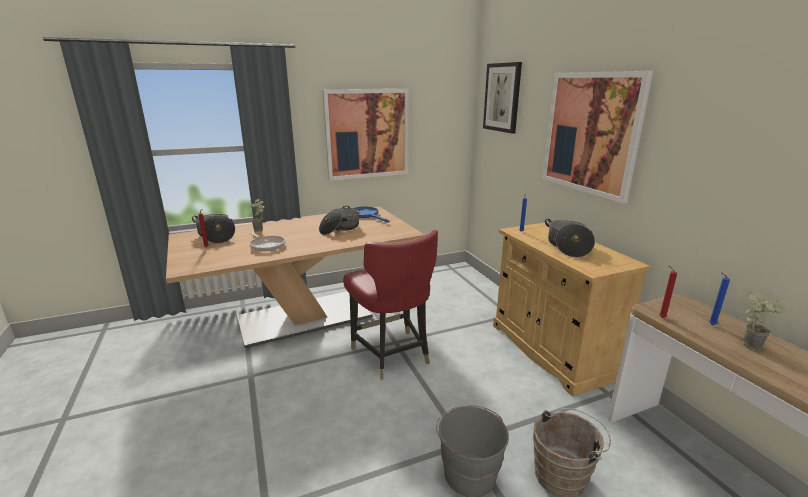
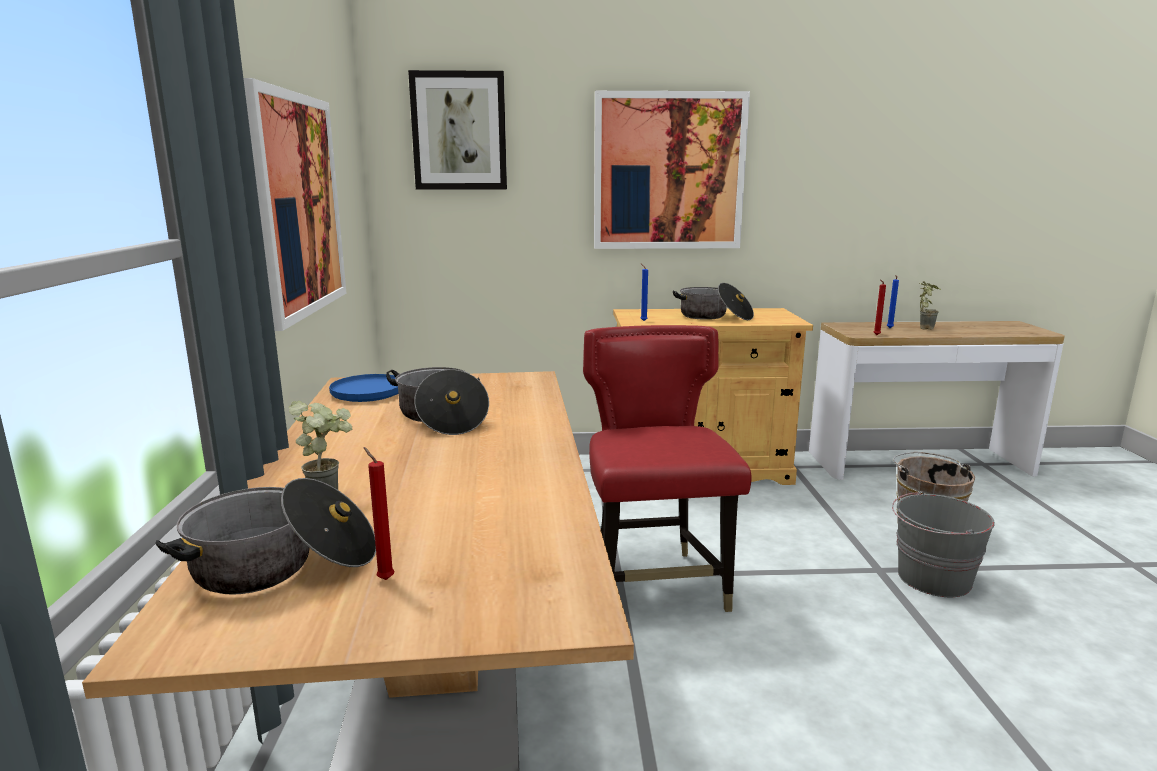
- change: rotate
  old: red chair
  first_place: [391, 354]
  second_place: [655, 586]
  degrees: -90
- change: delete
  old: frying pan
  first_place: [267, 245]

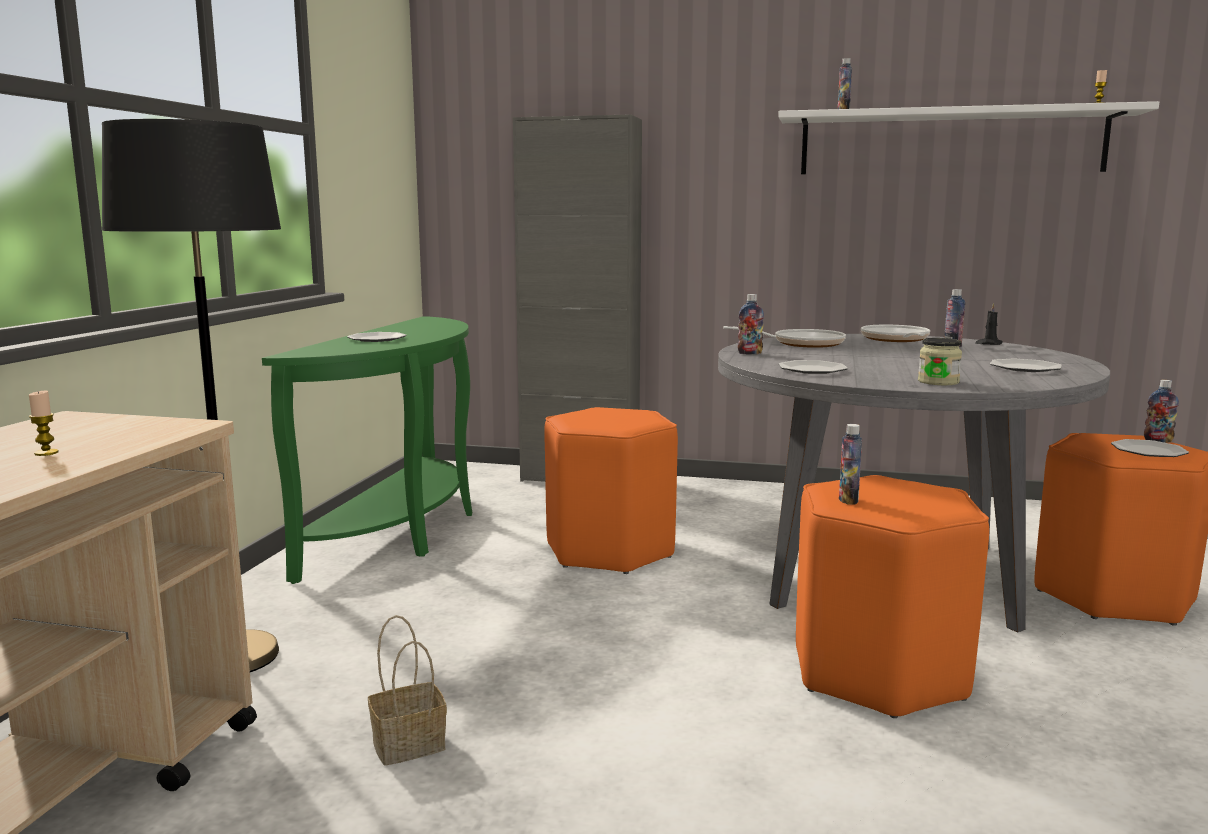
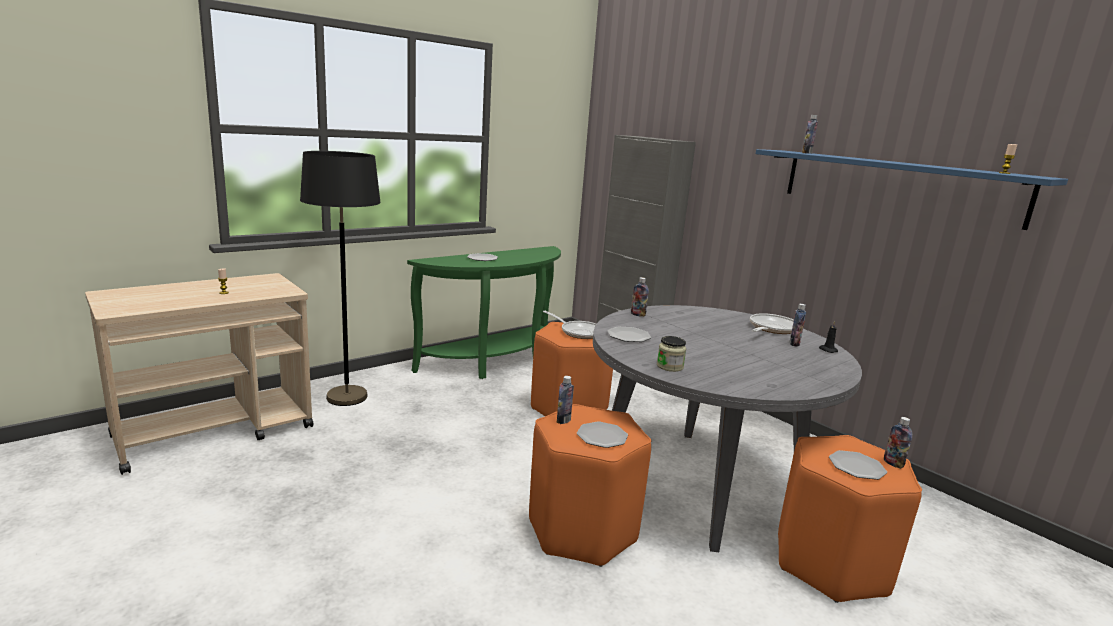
- change: move
  old: frying pan
  first_place: [801, 344]
  second_place: [578, 332]
- change: move
  old: plate
  first_place: [1025, 368]
  second_place: [601, 437]
- change: recolor
  old: white shelf
  new: blue shelf
  first_place: [950, 143]
  second_place: [897, 186]
- change: delete
  old: basket
  first_place: [411, 744]

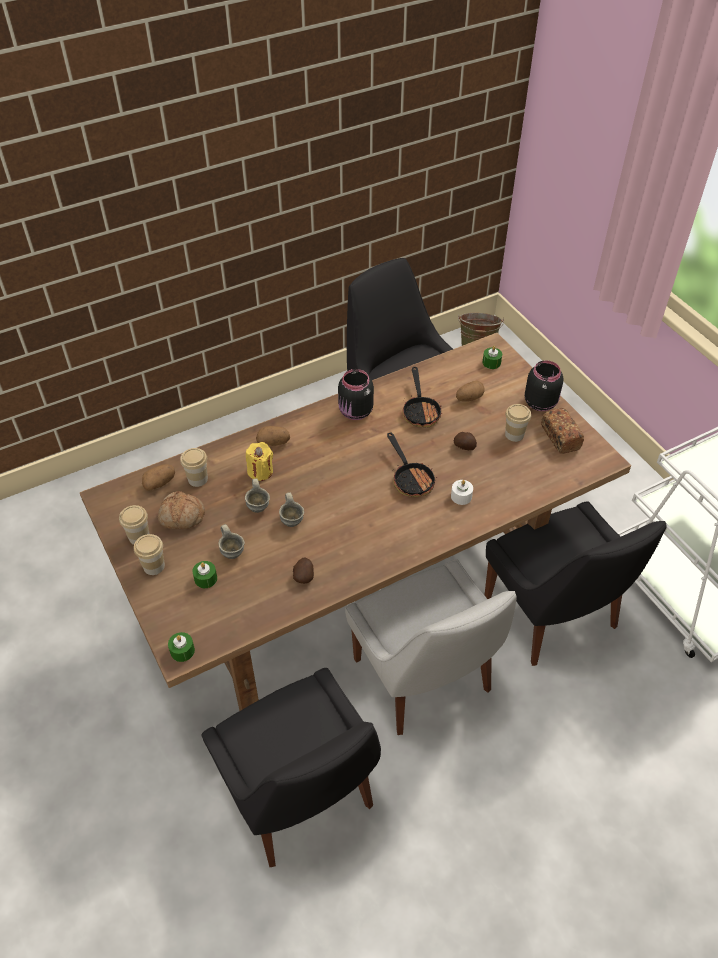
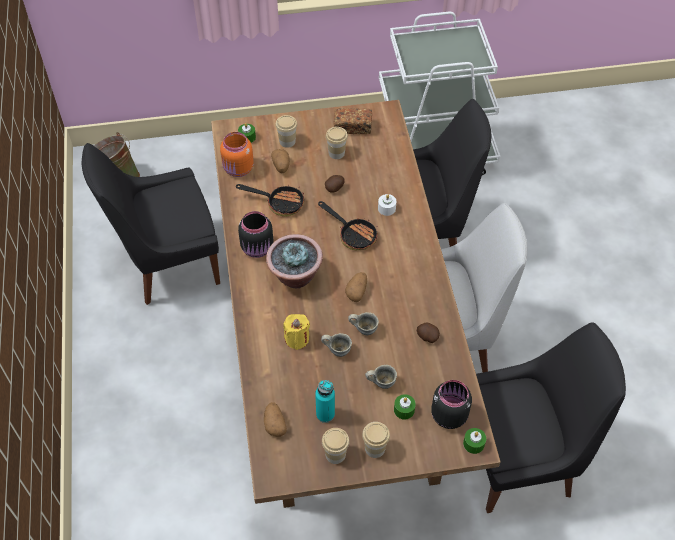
- change: insert
  new: orange jar
  second_place: [238, 169]
- change: insert
  new: potted plant
  second_place: [295, 276]
- change: move
  old: cup
  first_place: [197, 479]
  second_place: [287, 141]
- change: replace
  old: bread
  new: turquoise bottle
  first_place: [181, 517]
  second_place: [325, 414]
- change: rotate
  old: frying pan
  first_place: [411, 478]
  second_place: [353, 234]
  degrees: 45
- change: move
  old: potato
  first_place: [274, 442]
  second_place: [357, 291]
- change: move
  old: black jar
  first_place: [541, 402]
  second_place: [448, 415]

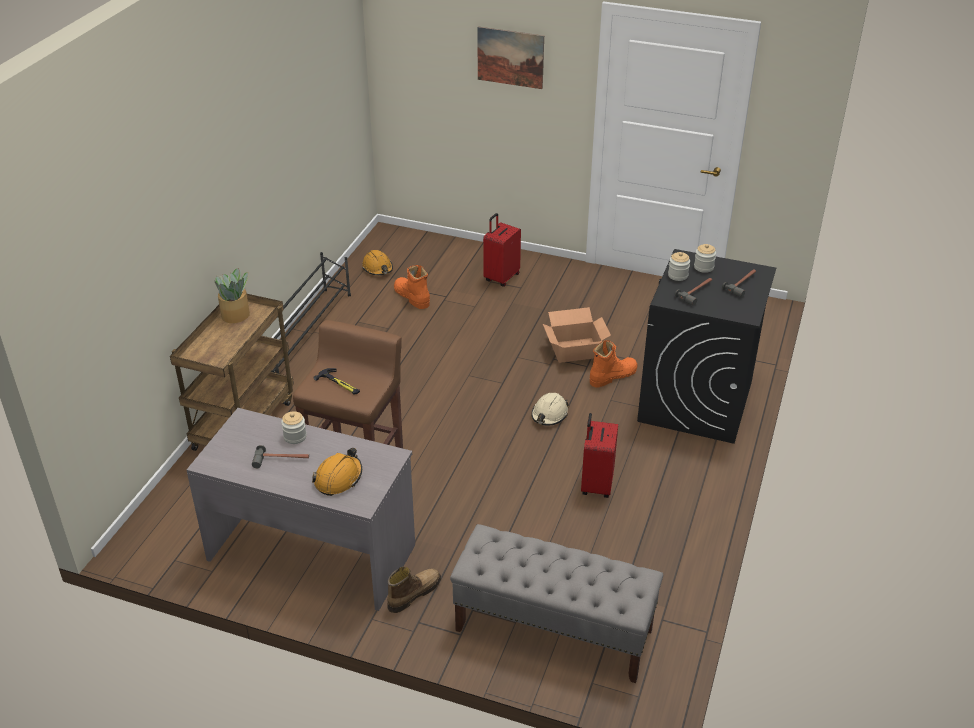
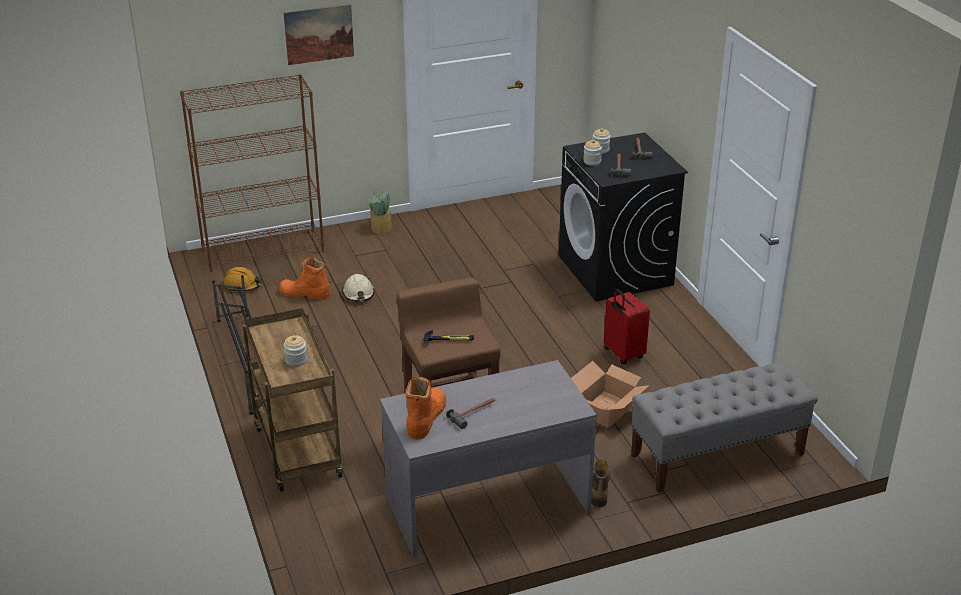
- change: insert
  new: brown bookcase
  second_place: [264, 250]
- change: move
  old: jar
  first_place: [295, 437]
  second_place: [296, 360]
- change: move
  old: beige hard hat
  first_place: [549, 415]
  second_place: [358, 294]
- change: move
  old: potted plant
  first_place: [236, 315]
  second_place: [381, 228]
- change: move
  old: orange boot
  first_place: [612, 376]
  second_place: [426, 418]
- change: move
  old: cardboard box
  first_place: [576, 350]
  second_place: [606, 409]
- change: delete
  old: orange hard hat
  first_place: [338, 478]
- change: delete
  old: red suitcase
  first_place: [501, 277]

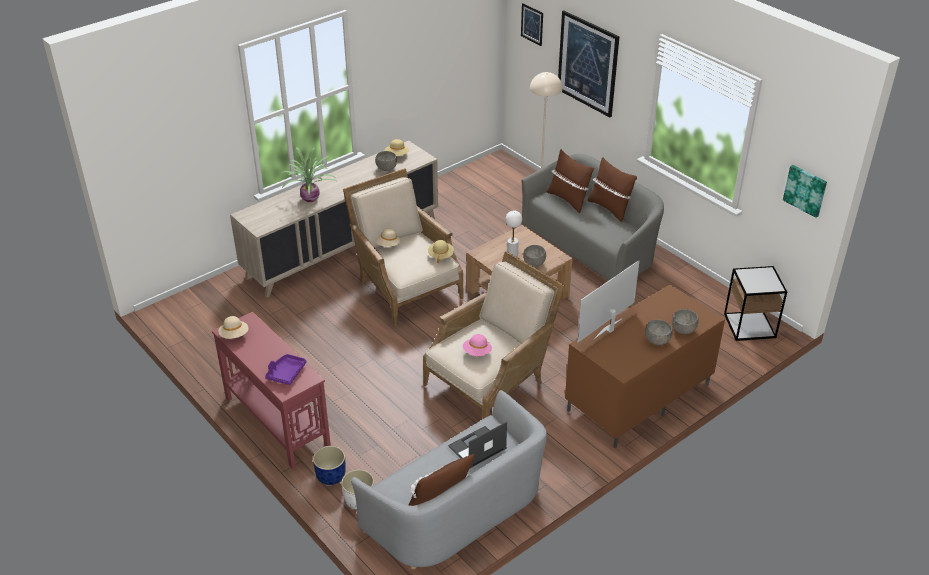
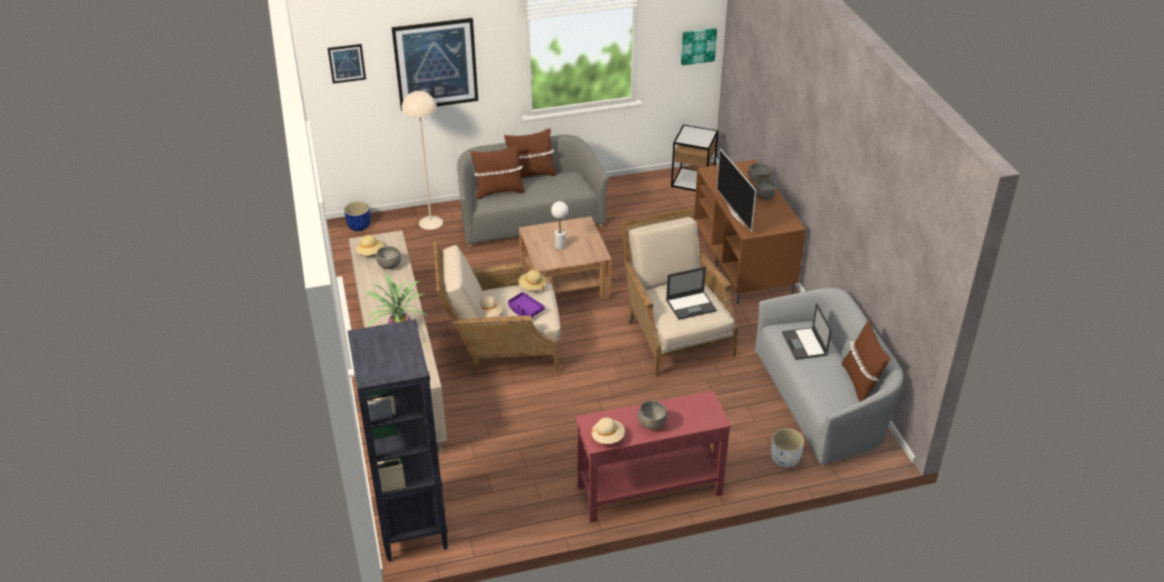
- change: move
  old: blue planter
  first_place: [330, 476]
  second_place: [358, 226]
- change: insert
  new: black bookcase
  second_place: [412, 525]
- change: move
  old: purple tray
  first_place: [286, 373]
  second_place: [524, 310]
- change: move
  old: grey bowl
  first_place: [533, 263]
  second_place: [651, 424]
- change: replace
  old: pink hat
  new: laptop
  first_place: [477, 352]
  second_place: [691, 305]

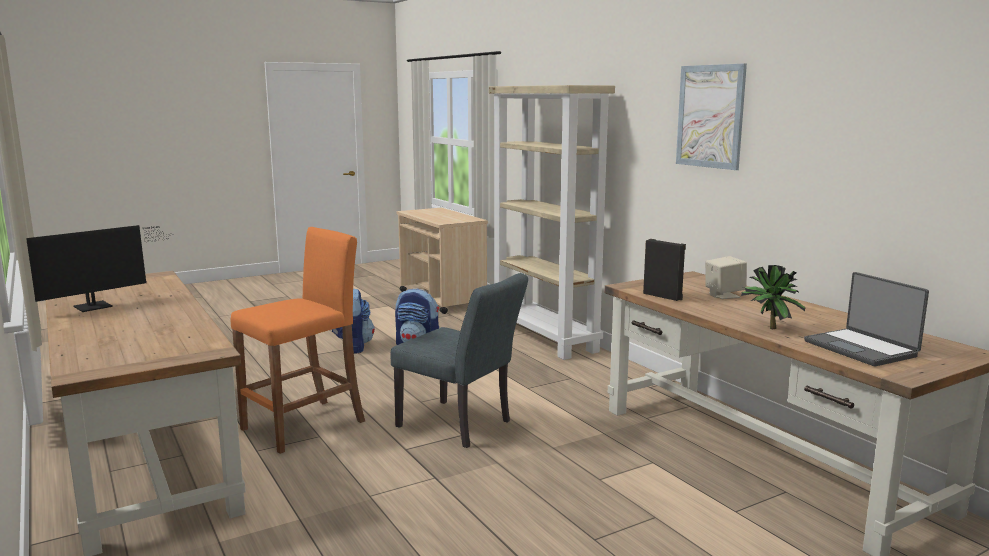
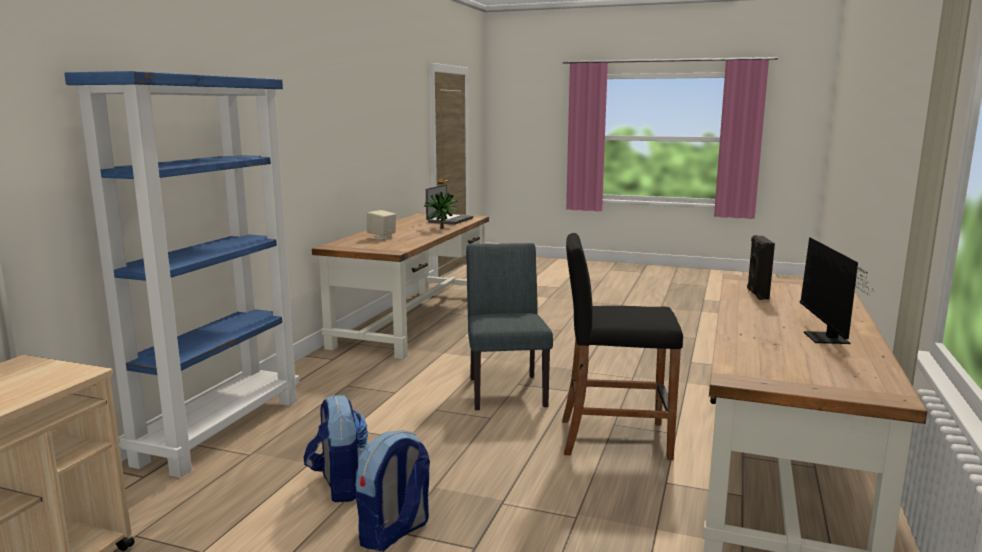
- change: recolor
  old: beige bookcase
  new: blue bookcase
  first_place: [545, 338]
  second_place: [221, 429]
- change: recolor
  old: orange stool
  new: black stool
  first_place: [304, 425]
  second_place: [613, 439]
- change: move
  old: black speaker
  first_place: [663, 296]
  second_place: [756, 294]
- change: rotate
  old: monitor
  first_place: [99, 305]
  second_place: [826, 340]
  degrees: -90
- change: delete
  old: picture
  first_place: [710, 116]

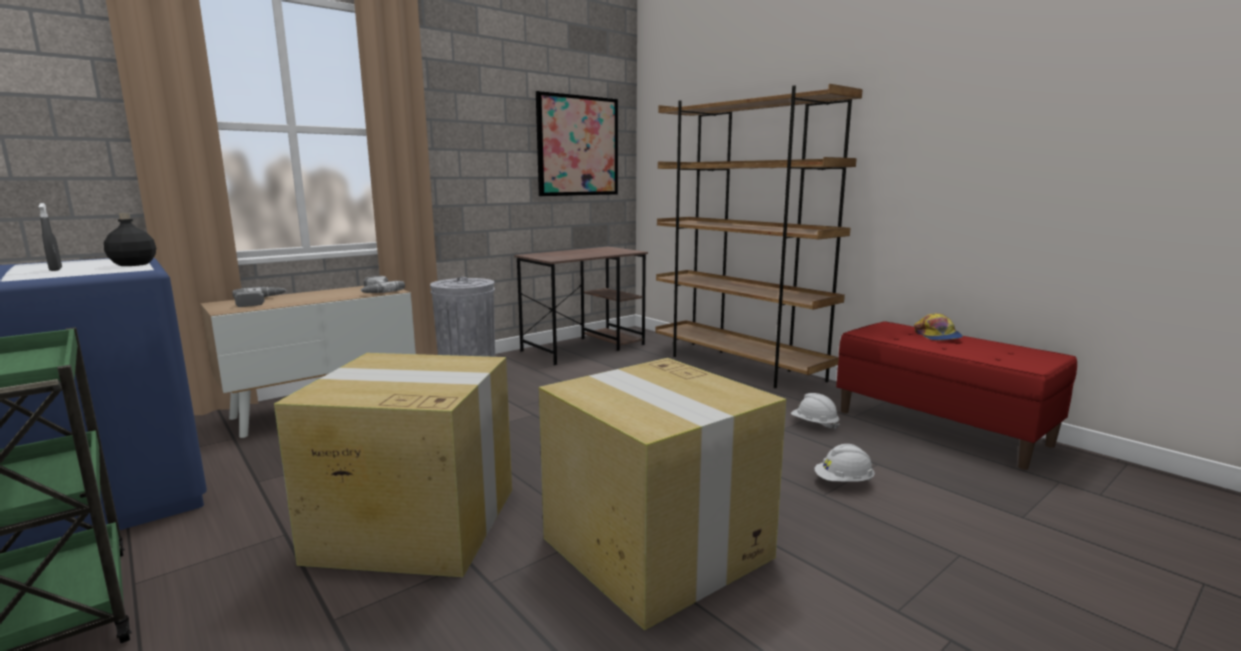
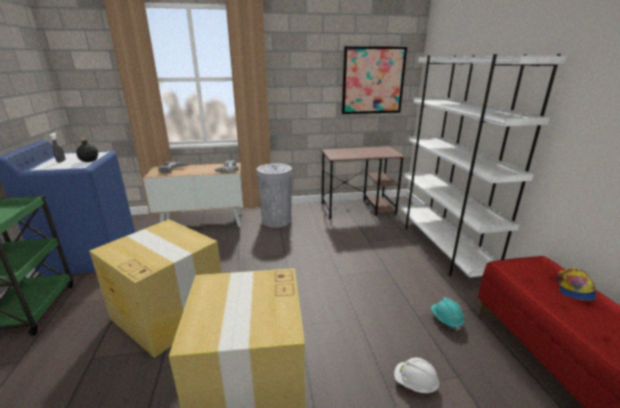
- change: recolor
  old: brown bookcase
  new: white bookcase
  first_place: [738, 366]
  second_place: [442, 247]
- change: recolor
  old: white hard hat
  new: turquoise hard hat
  first_place: [814, 424]
  second_place: [446, 320]

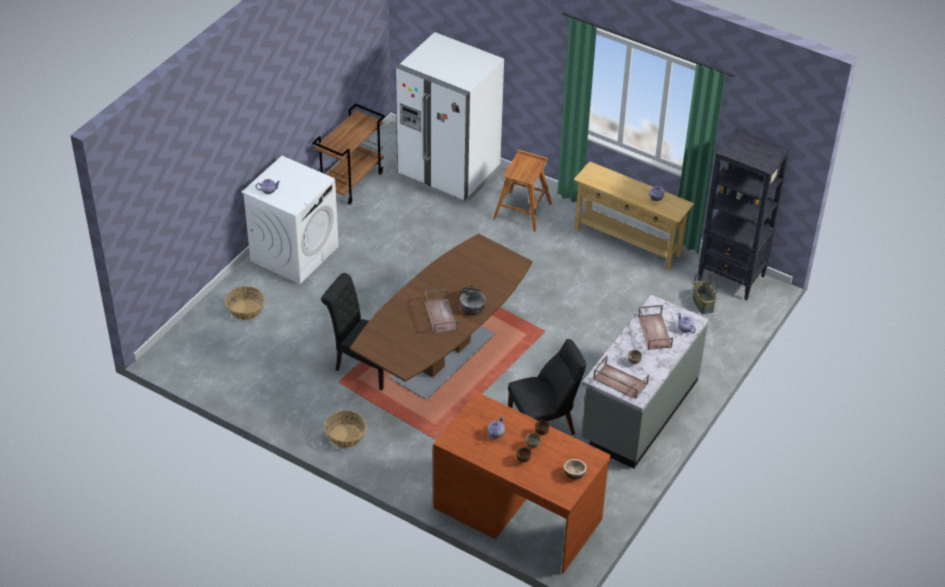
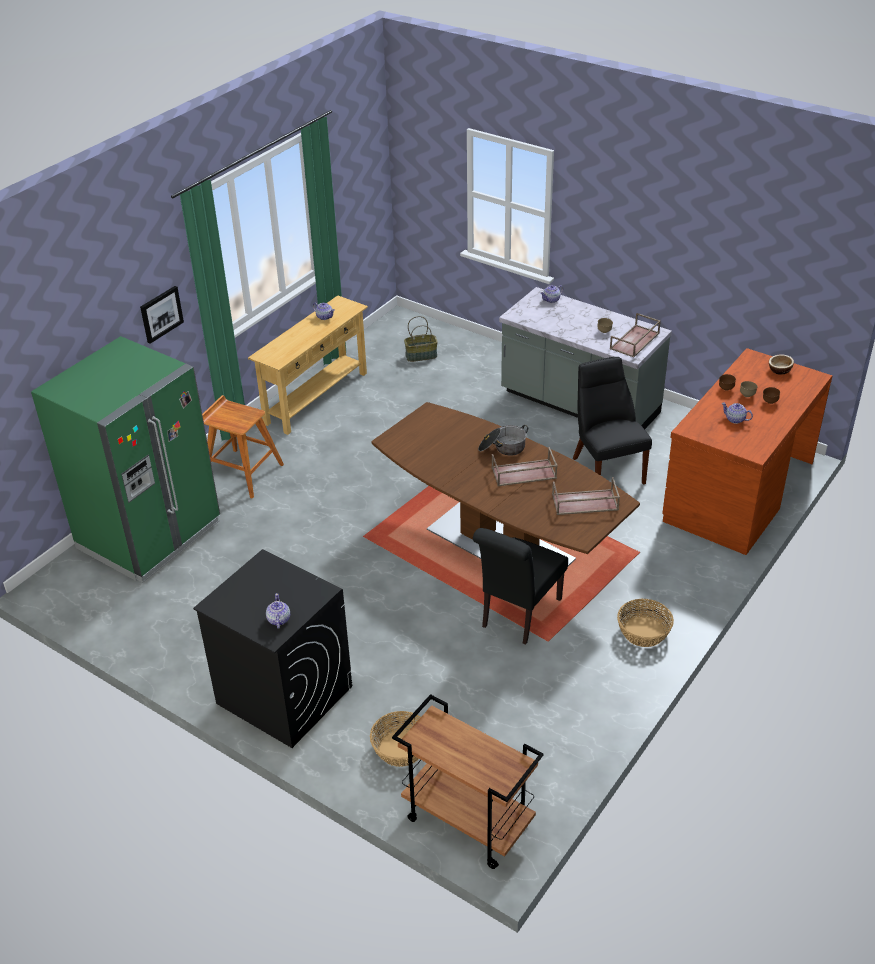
- change: recolor
  old: white fridge
  new: green fridge
  first_place: [448, 173]
  second_place: [149, 535]
- change: insert
  new: picture
  second_place: [161, 314]
- change: recolor
  old: white washing machine
  new: black washing machine
  first_place: [294, 253]
  second_place: [283, 694]
- change: move
  old: brown cart
  first_place: [351, 182]
  second_place: [466, 822]
- change: move
  old: brown tray
  first_place: [654, 331]
  second_place: [584, 503]
- change: delete
  old: black bookcase
  first_place: [731, 278]

